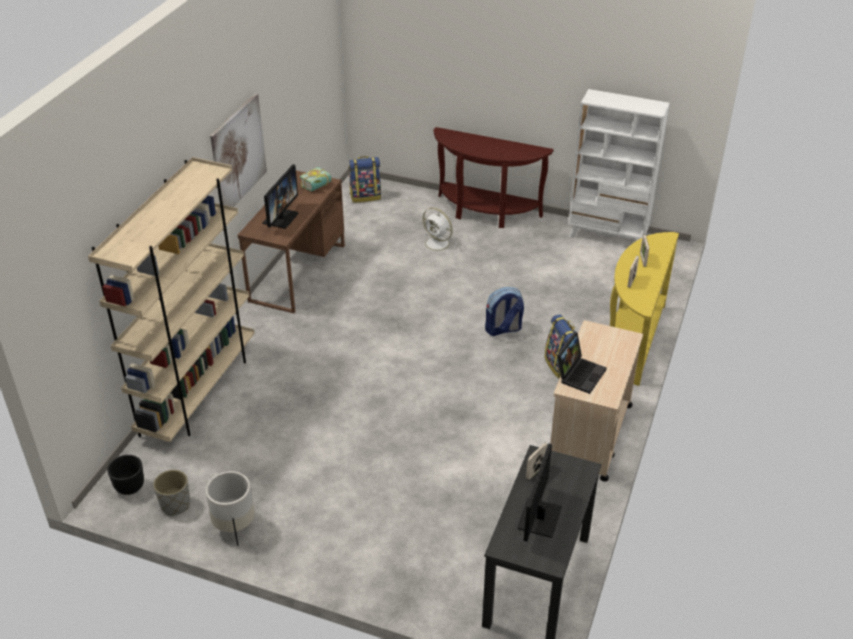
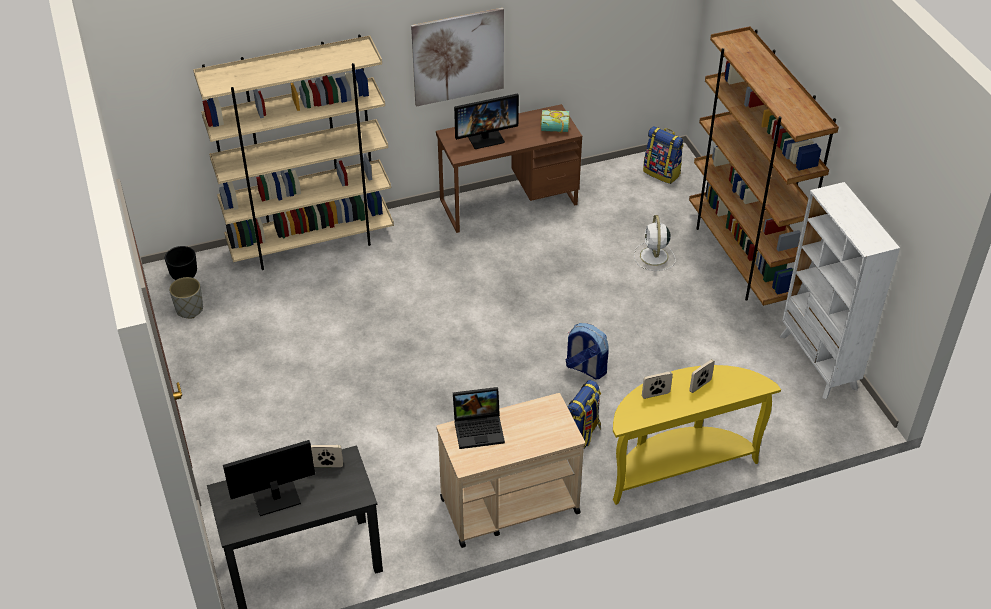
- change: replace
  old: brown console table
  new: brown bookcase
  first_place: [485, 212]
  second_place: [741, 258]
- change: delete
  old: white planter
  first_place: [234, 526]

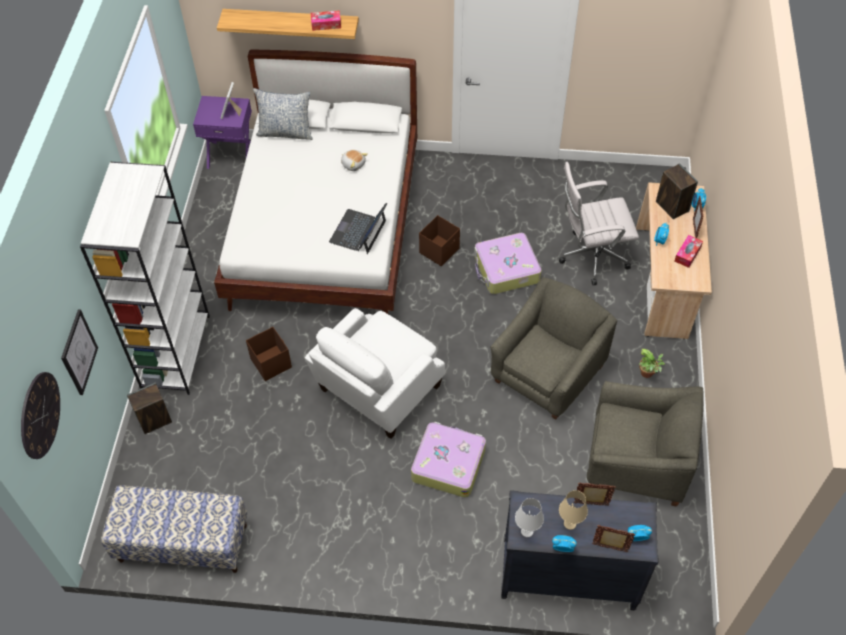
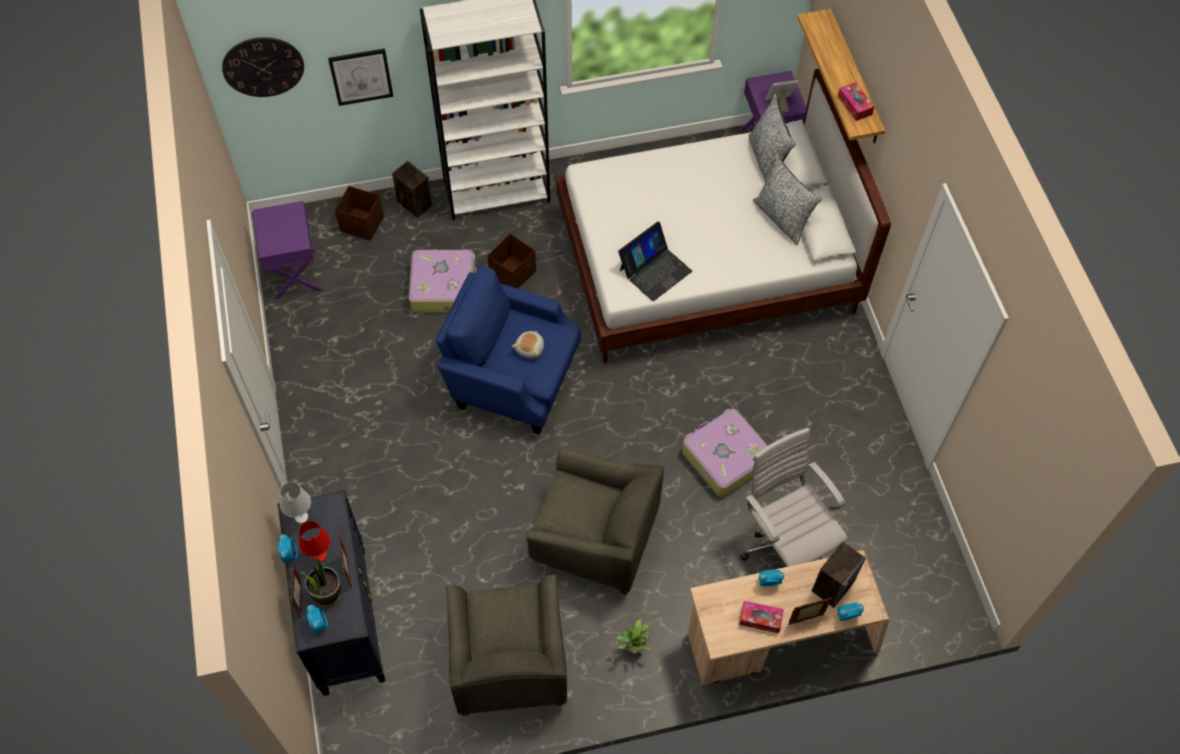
- change: replace
  old: bench
  new: purple nightstand
  first_place: [183, 543]
  second_place: [294, 274]
- change: recolor
  old: beige table lamp
  new: red table lamp
  first_place: [569, 523]
  second_place: [320, 555]
- change: insert
  new: potted plant
  second_place: [327, 593]
- change: move
  old: brown storage box
  first_place: [440, 250]
  second_place: [362, 224]
- change: move
  old: suitcase
  first_place: [448, 464]
  second_place: [444, 287]
- change: recolor
  old: white armchair
  new: blue armchair
  first_place: [378, 390]
  second_place: [513, 378]
- change: move
  old: plush toy
  first_place: [353, 164]
  second_place: [530, 348]
- change: rotate
  old: laptop
  first_place: [358, 231]
  second_place: [654, 270]
  degrees: 135
- change: insert
  new: pillow
  second_place: [782, 218]

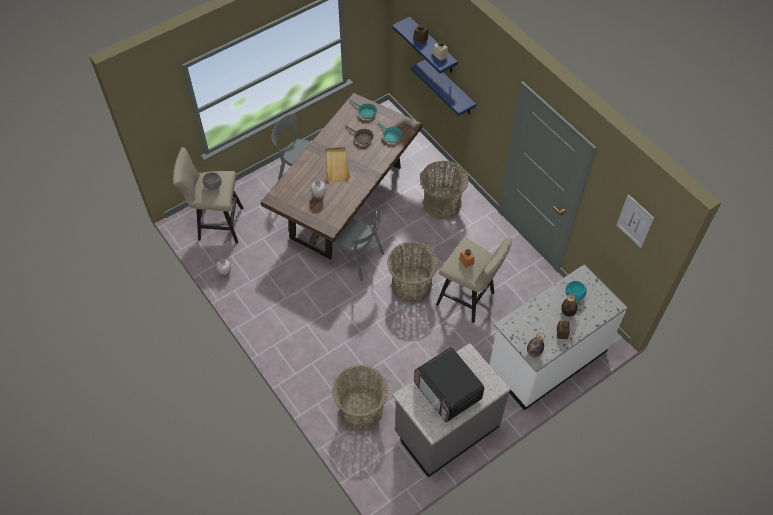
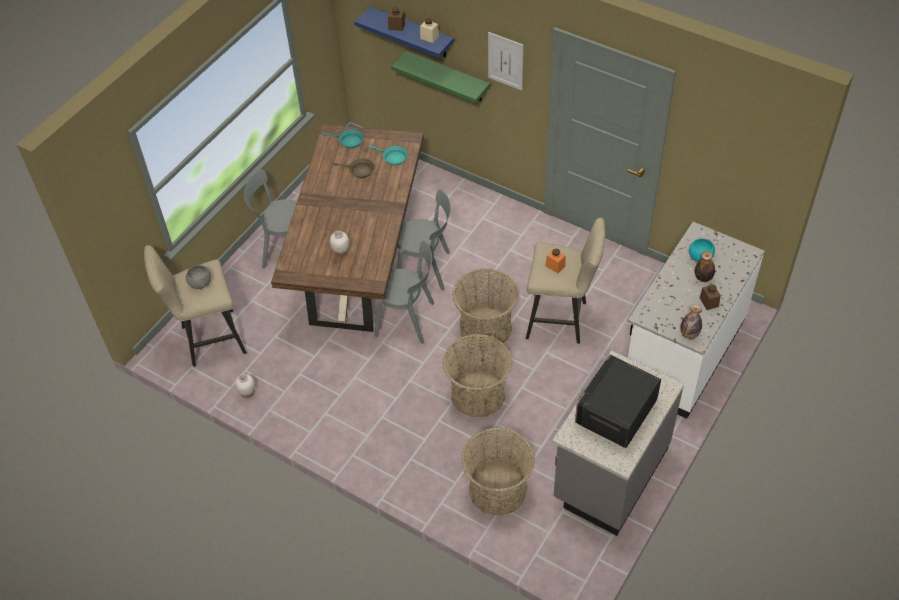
- change: recolor
  old: blue shelf
  new: green shelf
  first_place: [451, 88]
  second_place: [448, 77]
- change: insert
  new: grey chair
  second_place: [426, 269]
- change: move
  old: basket
  first_place: [442, 203]
  second_place: [478, 394]
- change: move
  old: picture
  first_place: [635, 221]
  second_place: [505, 61]
- change: rotate
  old: microwave
  first_place: [448, 392]
  second_place: [615, 413]
  degrees: 90
- change: delete
  old: beige tray
  first_place: [337, 165]

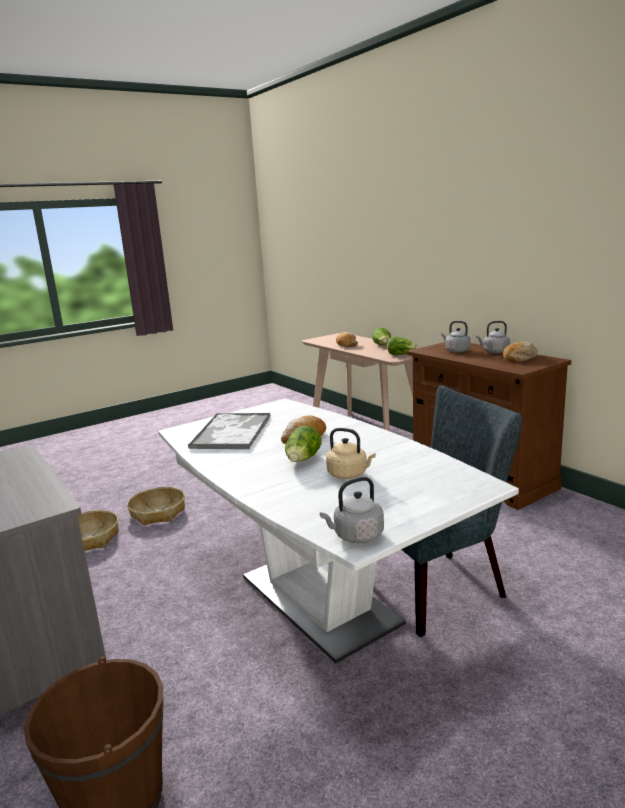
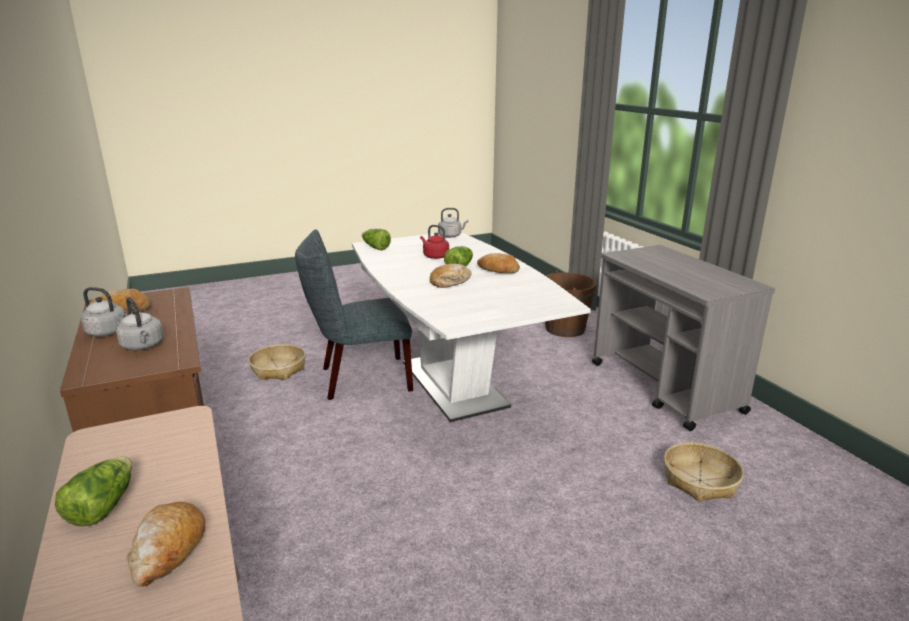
- change: move
  old: basket
  first_place: [158, 513]
  second_place: [278, 369]
- change: move
  old: lettuce
  first_place: [401, 355]
  second_place: [375, 248]
- change: recolor
  old: beige kettle
  new: red kettle
  first_place: [349, 474]
  second_place: [434, 256]
- change: insert
  new: bread
  second_place: [498, 270]
- change: delete
  old: tray
  first_place: [232, 432]

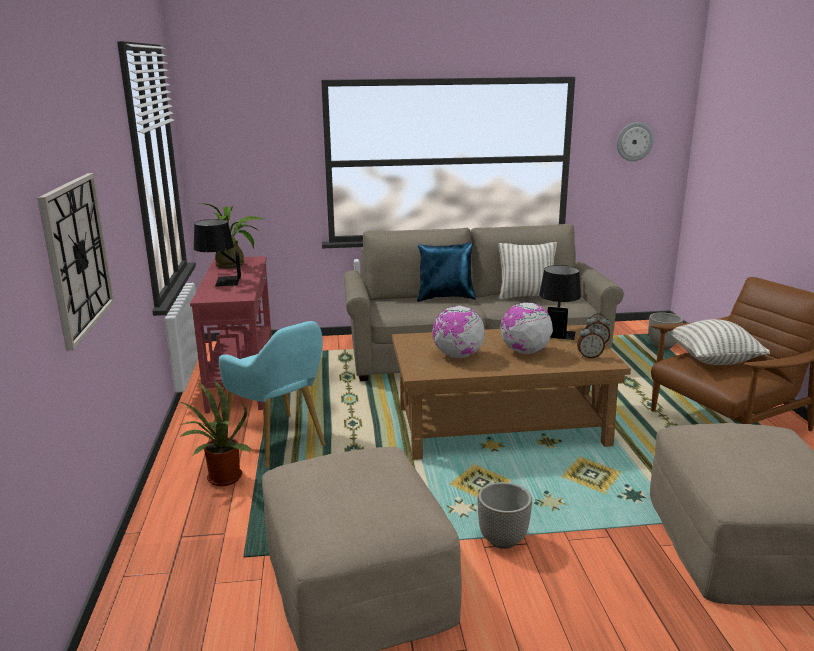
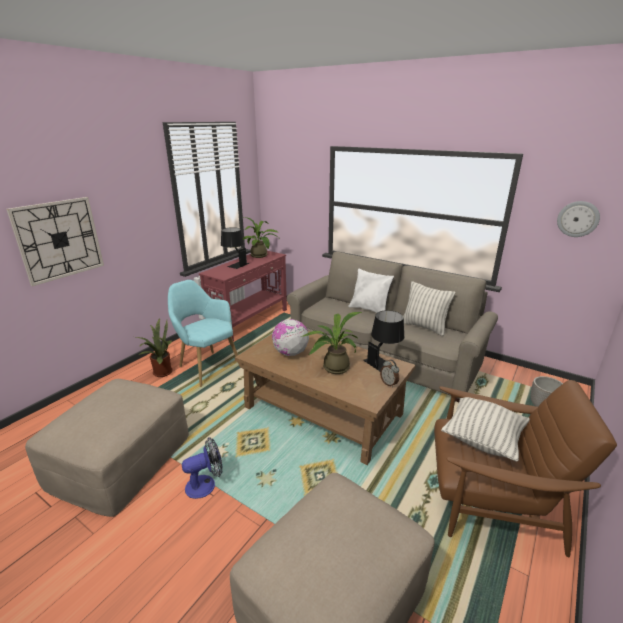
- change: rotate
  old: turquoise armchair
  first_place: [279, 445]
  second_place: [207, 366]
  degrees: 135
- change: replace
  old: planter
  new: fan
  first_place: [502, 540]
  second_place: [206, 484]
- change: replace
  old: globe
  new: potted plant
  first_place: [524, 352]
  second_place: [332, 367]
- change: recolor
  old: blue pillow
  new: white pillow
  first_place: [445, 297]
  second_place: [369, 310]
- change: delete
  old: alarm clock
  first_place: [589, 356]

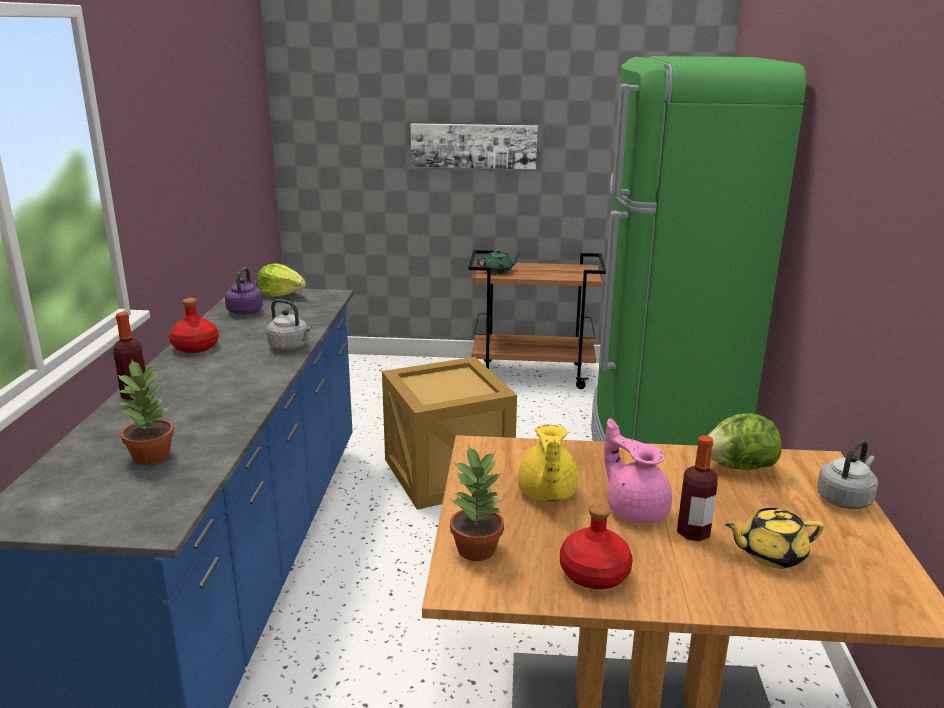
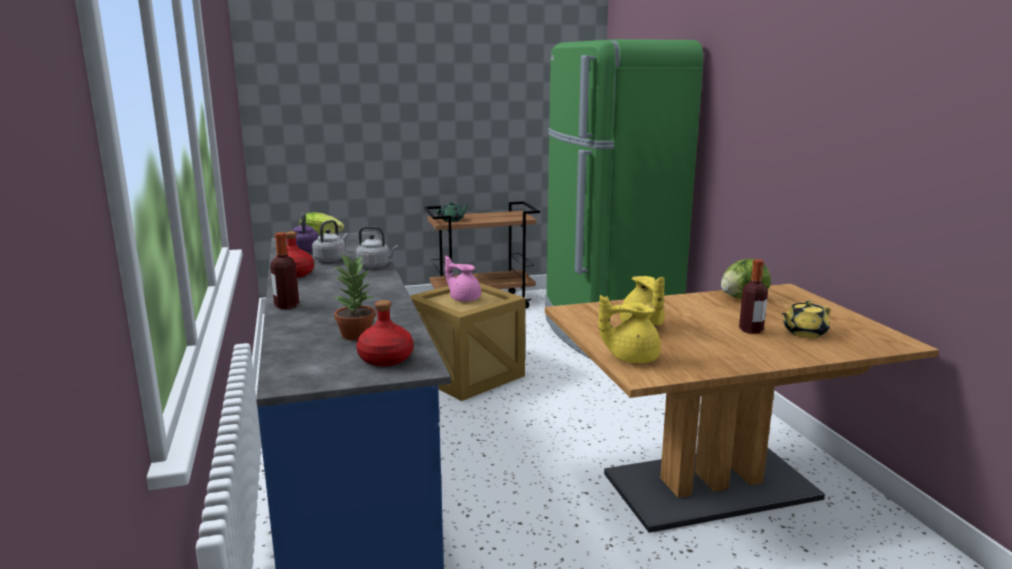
- change: move
  old: grey kettle
  first_place: [845, 499]
  second_place: [331, 259]
- change: move
  old: red bottle
  first_place: [594, 574]
  second_place: [385, 359]
- change: move
  old: pink teapot
  first_place: [635, 509]
  second_place: [464, 298]
- change: replace
  old: potted plant
  new: yellow teapot
  first_place: [477, 549]
  second_place: [631, 357]
- change: delete
  old: picture
  first_place: [474, 146]

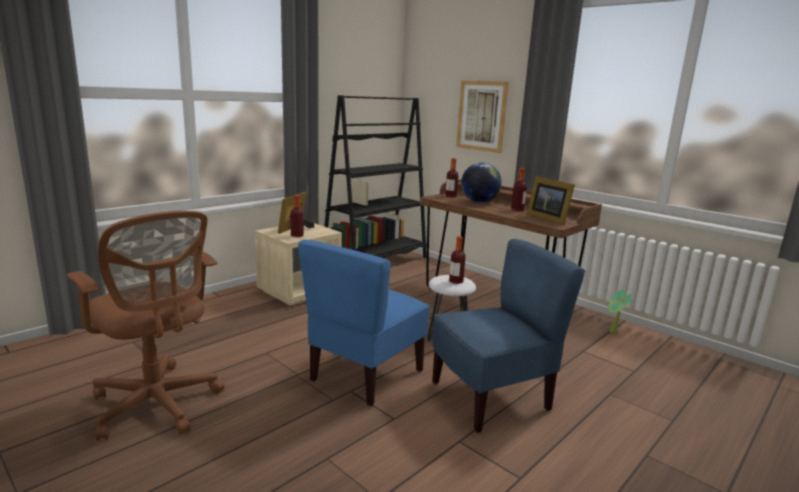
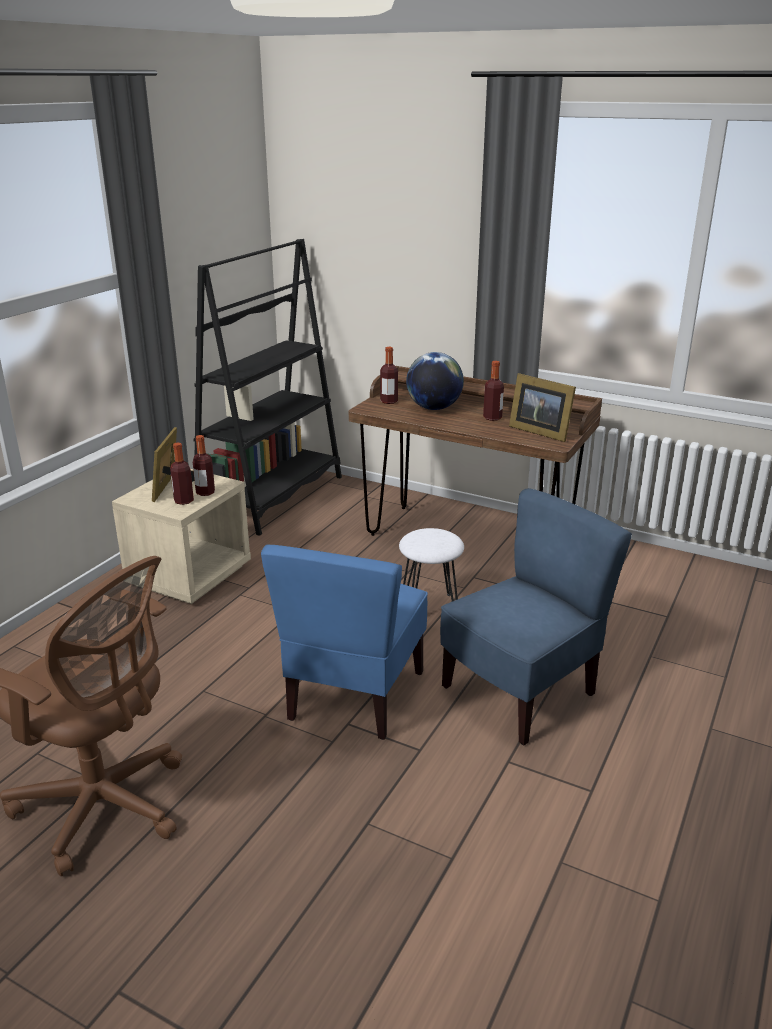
- change: move
  old: bottle
  first_place: [456, 281]
  second_place: [205, 492]
- change: delete
  old: picture
  first_place: [481, 116]
- change: delete
  old: potted plant
  first_place: [613, 332]

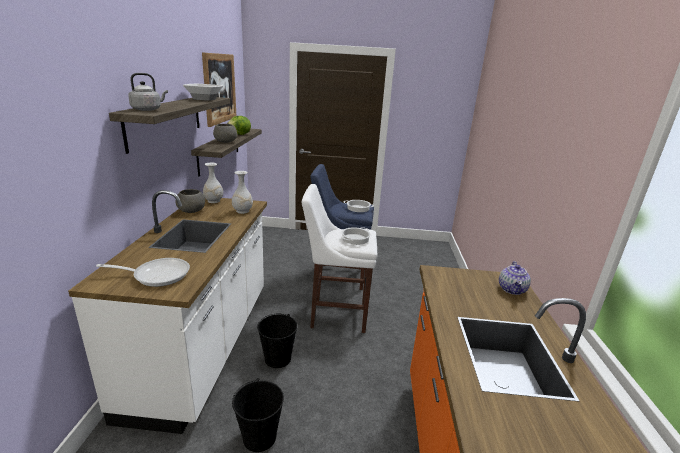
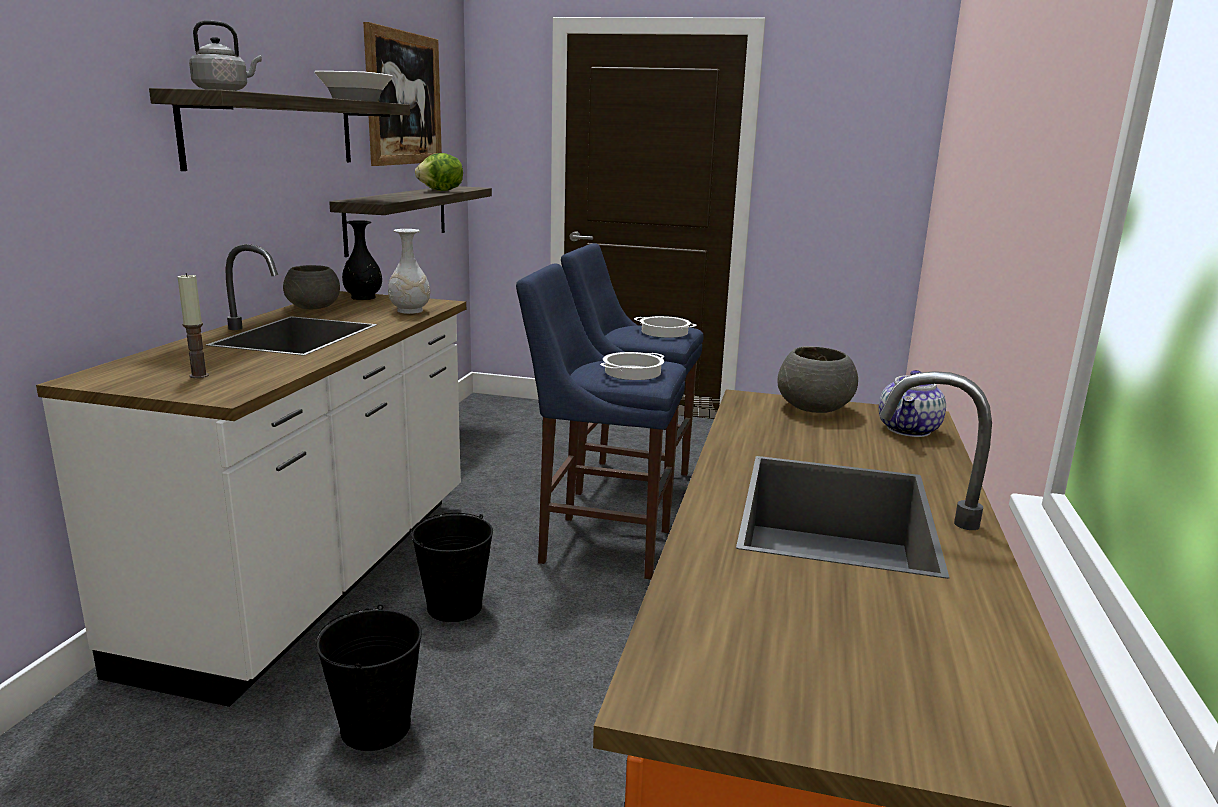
- change: replace
  old: frying pan
  new: candle
  first_place: [157, 275]
  second_place: [199, 375]
- change: recolor
  old: white vase
  new: black vase
  first_place: [213, 201]
  second_place: [362, 297]
- change: recolor
  old: white stool
  new: blue stool
  first_place: [335, 314]
  second_place: [598, 544]
- change: move
  old: grey bowl
  first_place: [225, 142]
  second_place: [813, 409]

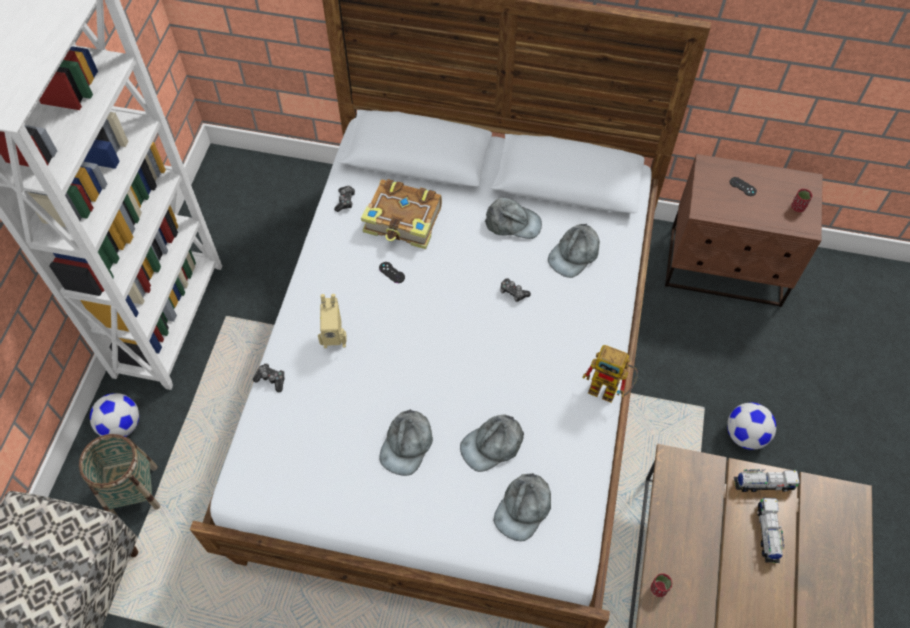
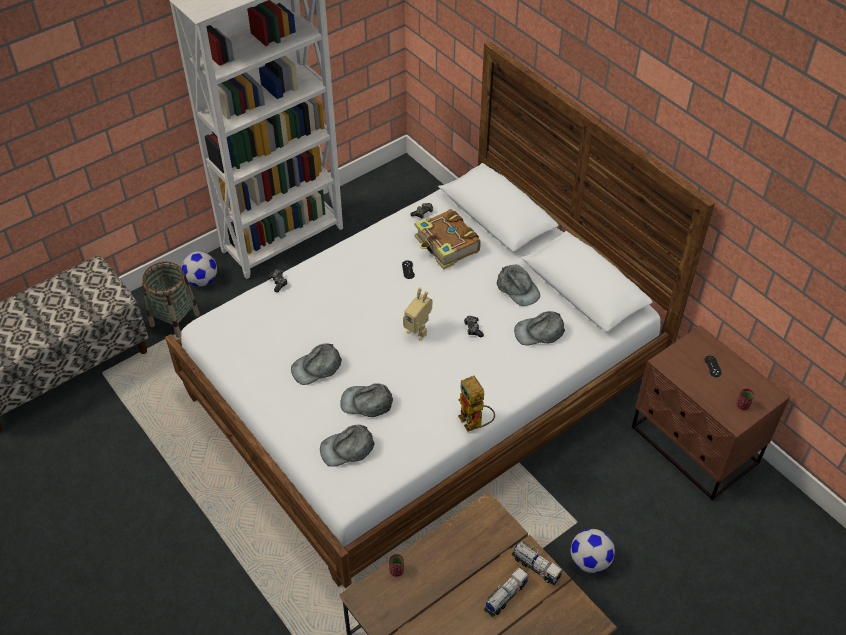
- change: move
  old: toy robot
  first_place: [335, 338]
  second_place: [418, 331]

